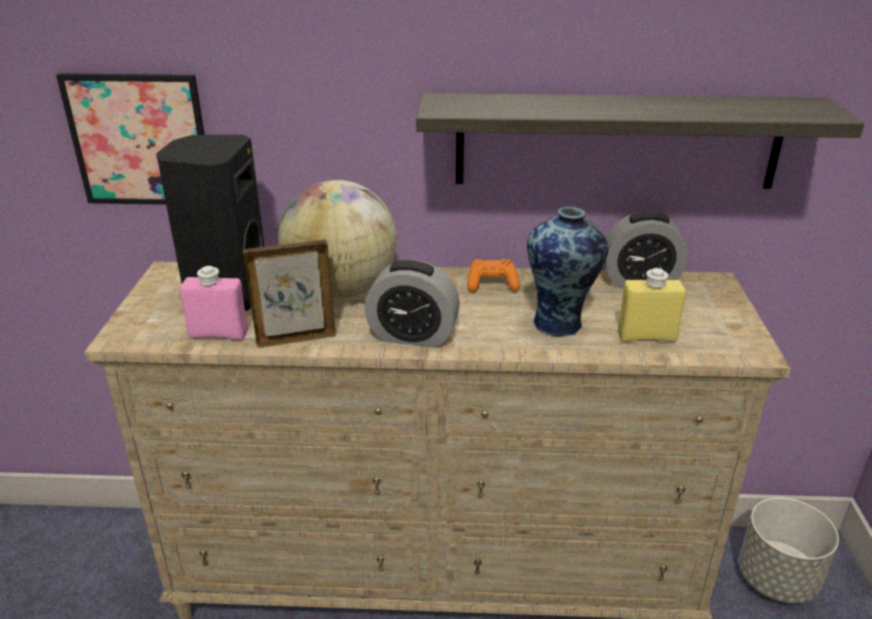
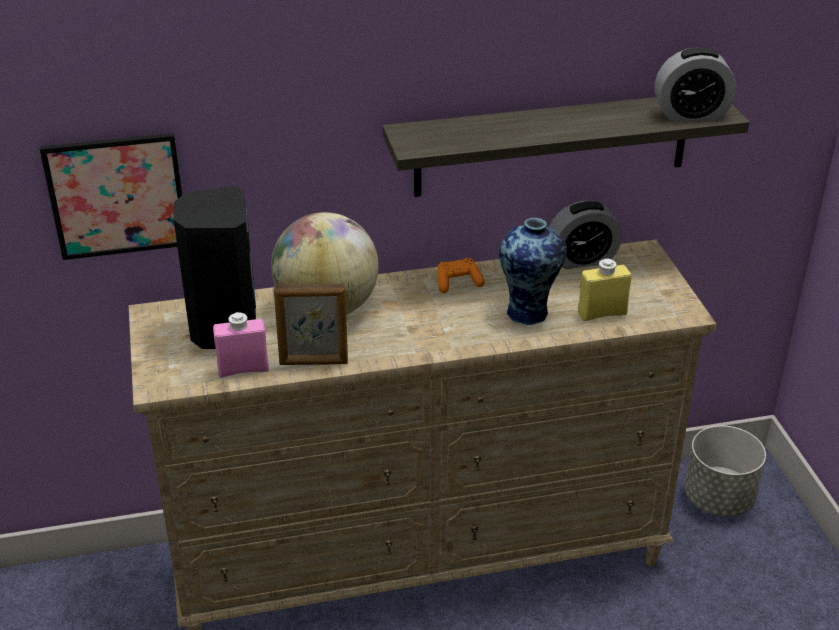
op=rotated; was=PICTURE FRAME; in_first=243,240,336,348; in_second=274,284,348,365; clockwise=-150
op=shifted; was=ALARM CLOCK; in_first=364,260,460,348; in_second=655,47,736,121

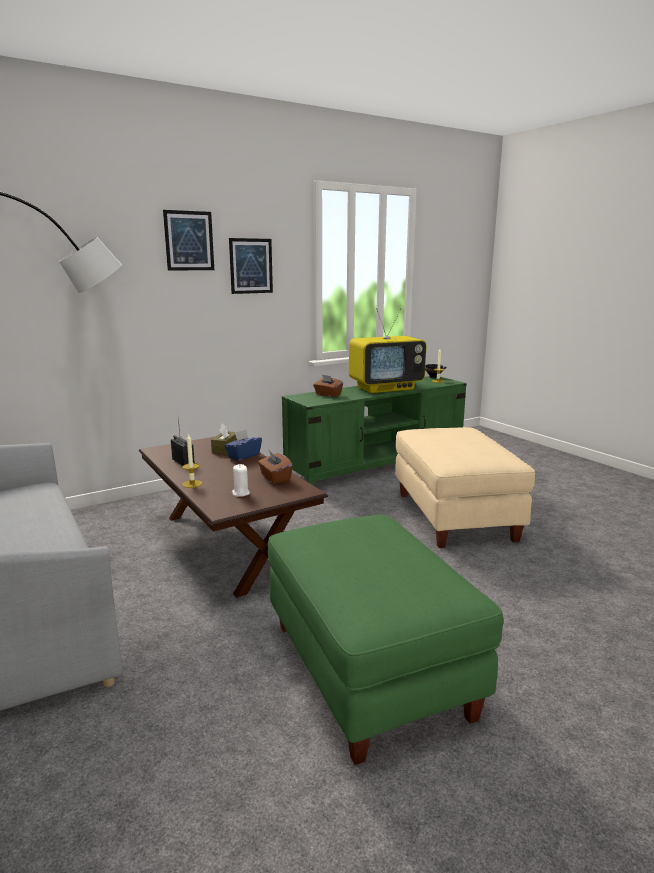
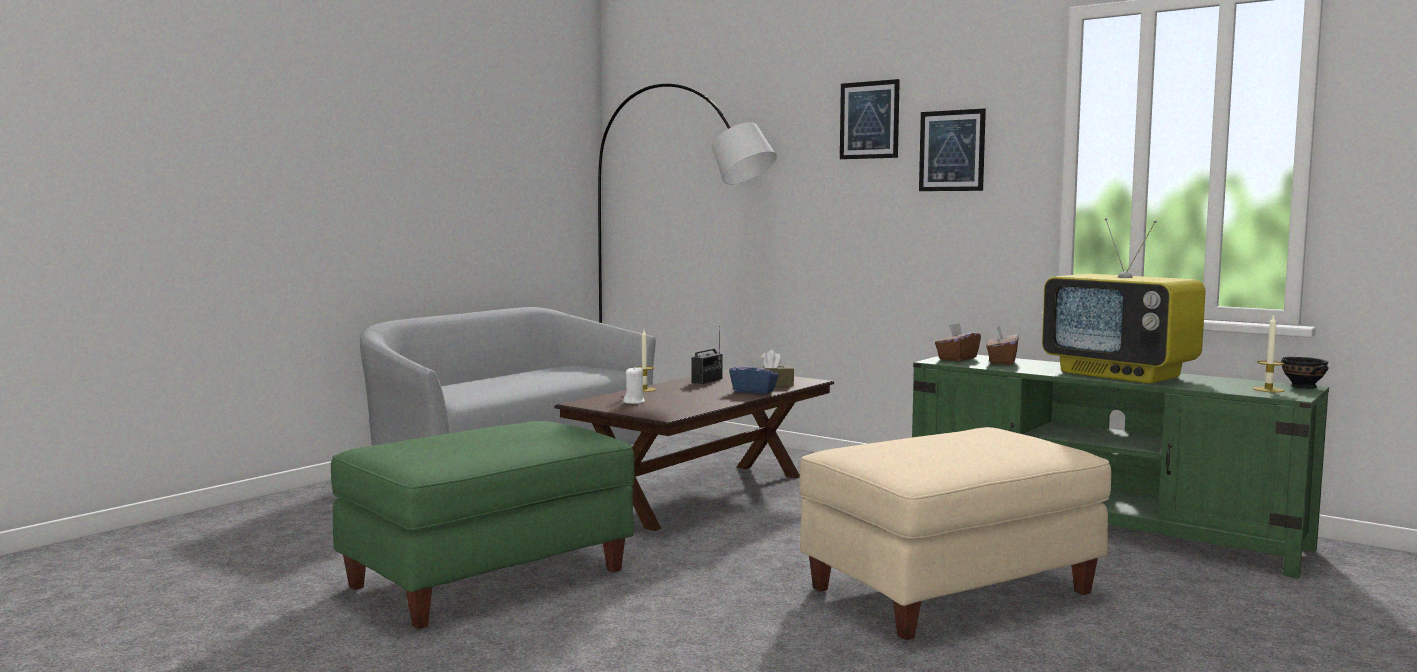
op=shifted; was=BROWN TISSUE BOX; in_first=258,449,293,484; in_second=935,323,981,361

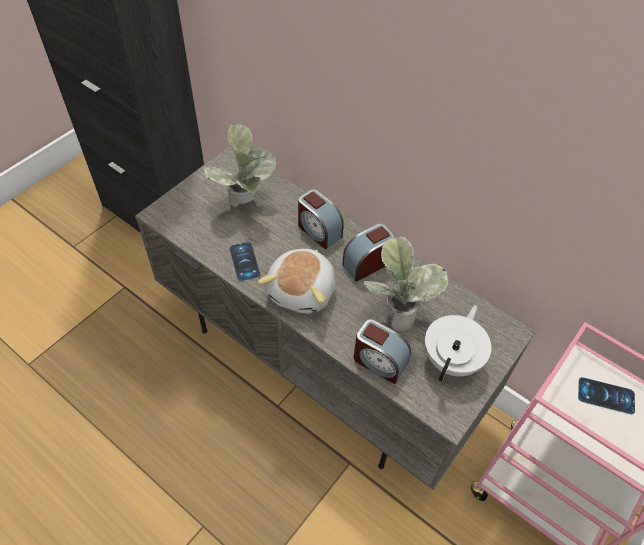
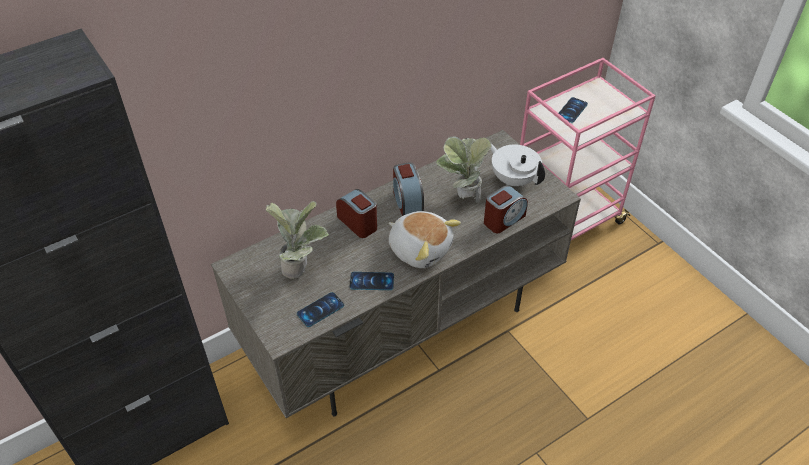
op=new; now=PHONE; in_second=297,292,344,327
op=rotated; was=ALARM CLOCK; in_first=298,189,344,249; in_second=336,189,377,238; clockwise=-105

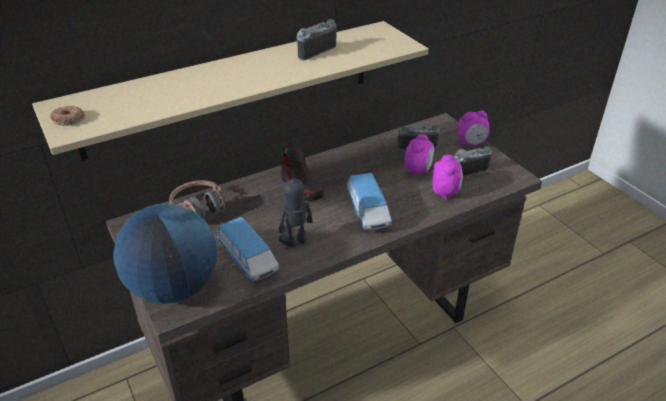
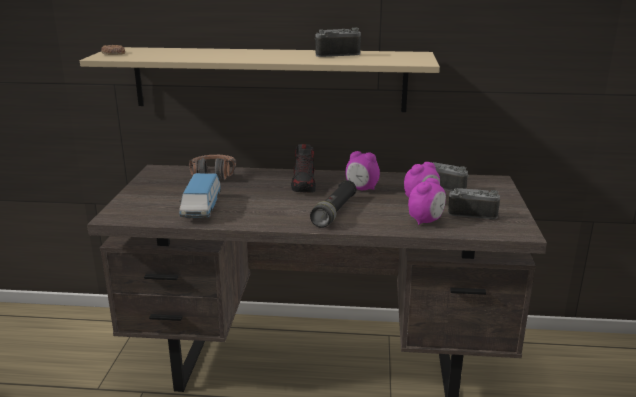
op=swapped; was=TOY CAR; now=BLACK FLASHLIGHT; in_first=346,173,392,231; in_second=310,180,357,228
op=shifted; was=ALARM CLOCK; in_first=457,110,490,146; in_second=345,151,380,190
op=gone; was=GLOBE; in_first=113,203,217,304
op=gone; was=TOY ROBOT; in_first=279,171,312,247

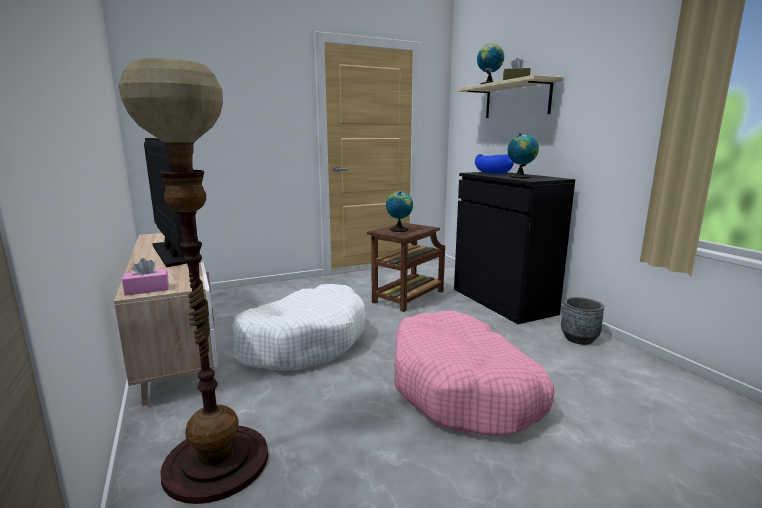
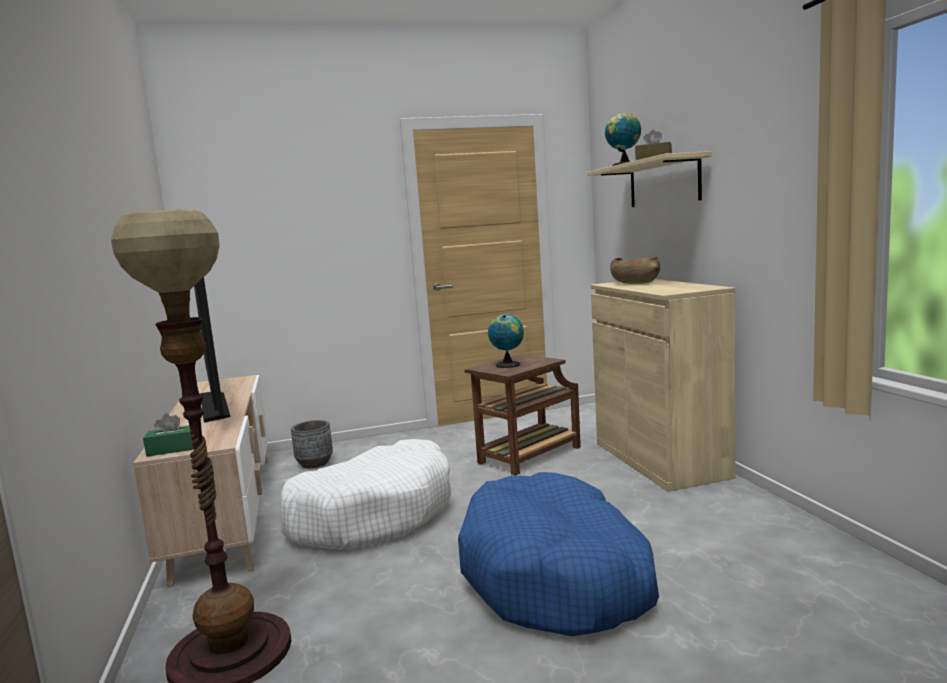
op=repainted; was=PINK TISSUE BOX; now=GREEN TISSUE BOX; in_first=122,258,169,296; in_second=143,413,194,456
op=shifted; was=GREY PLANTER; in_first=561,297,604,345; in_second=291,420,333,468
op=repainted; was=PINK DOG BED; now=BLUE DOG BED; in_first=394,311,554,437; in_second=458,472,659,636
op=repainted; was=BLACK CABINET; now=BEIGE CABINET; in_first=454,172,575,324; in_second=591,279,736,492
op=repainted; was=BLUE BOWL; now=BROWN BOWL; in_first=475,154,514,174; in_second=610,256,660,284
op=gone; was=GLOBE; in_first=508,134,539,178

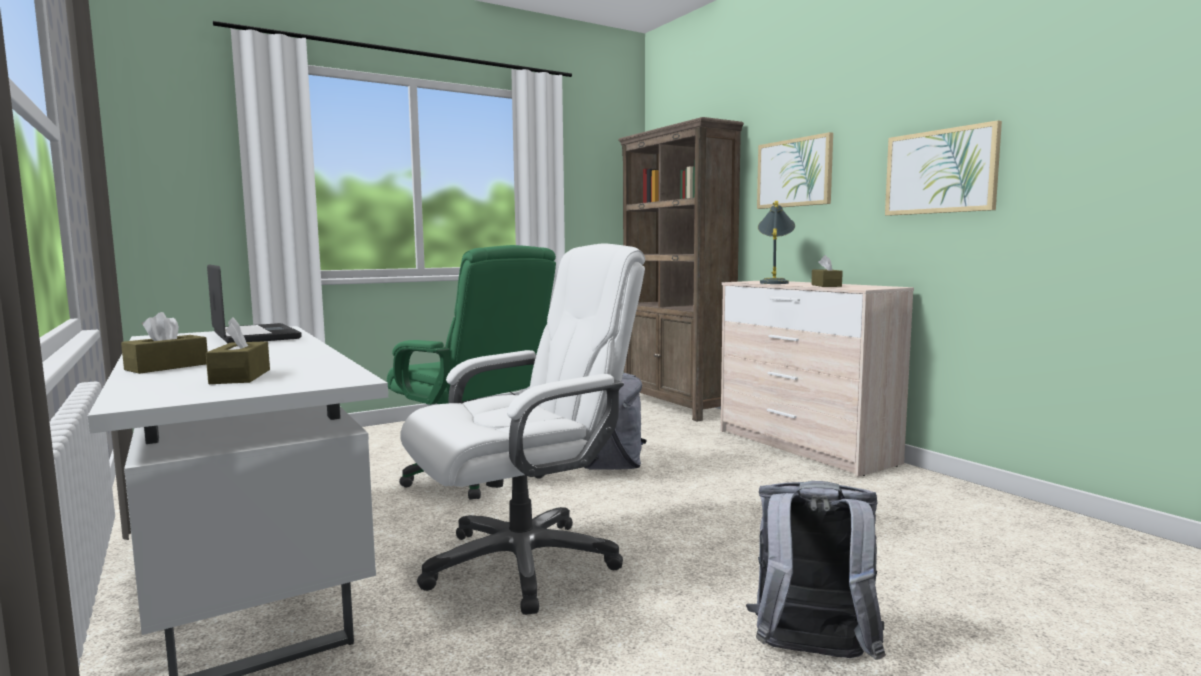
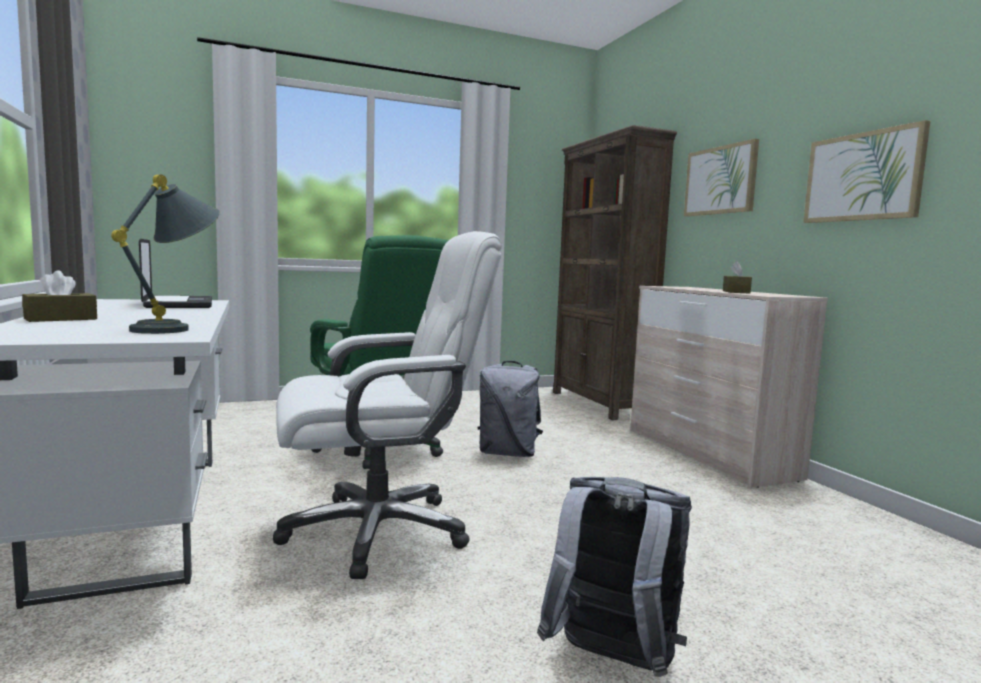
op=shifted; was=GREY TABLE LAMP; in_first=758,201,795,284; in_second=111,175,220,334
op=gone; was=BROWN TISSUE BOX; in_first=206,318,270,384

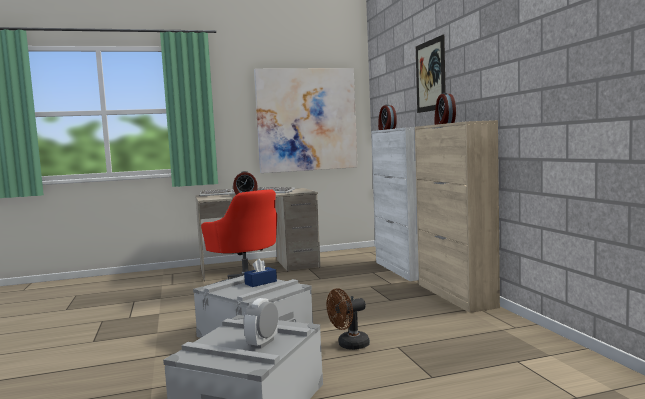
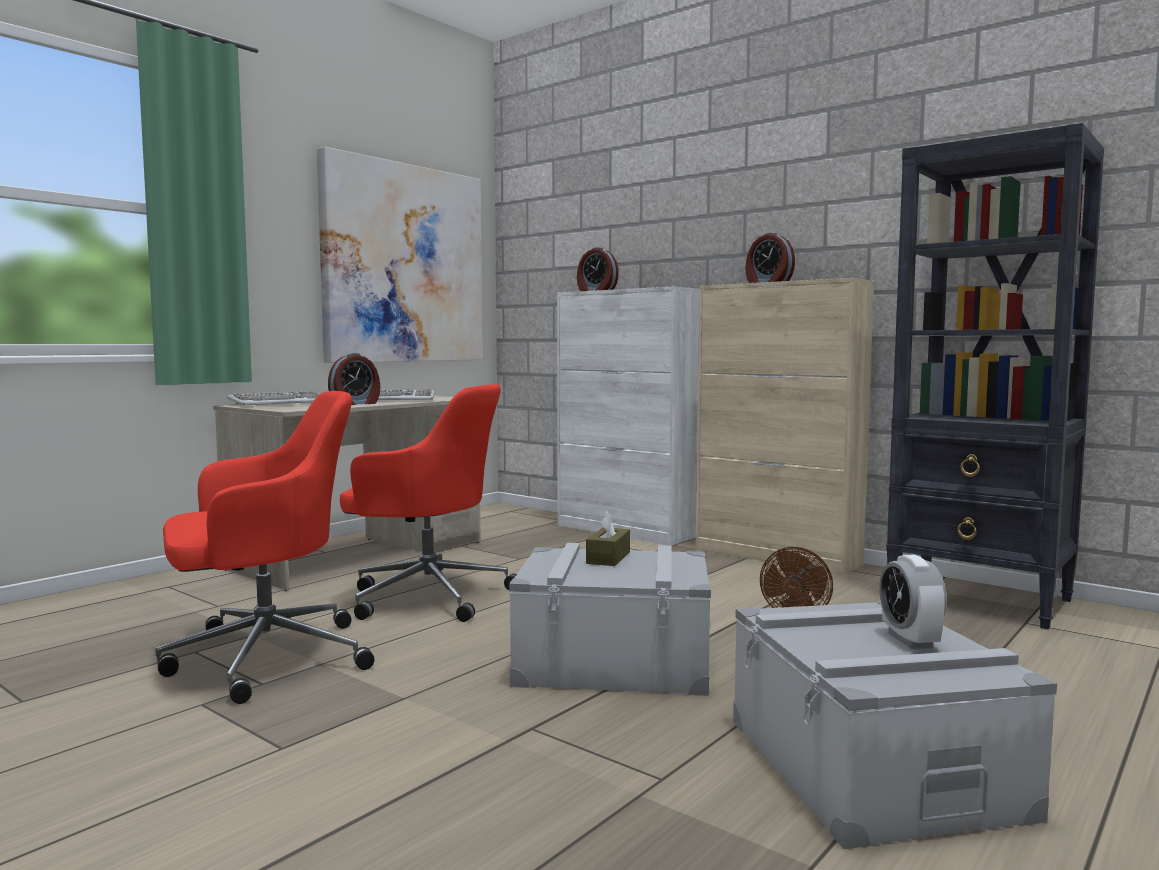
op=new; now=RED OFFICE CHAIR; in_second=156,391,374,704
op=repainted; was=BLUE TISSUE BOX; now=BROWN TISSUE BOX; in_first=244,259,277,287; in_second=586,510,630,566
op=new; now=BLACK BOOKCASE; in_second=886,123,1104,630
op=gone; was=PICTURE; in_first=416,35,446,113

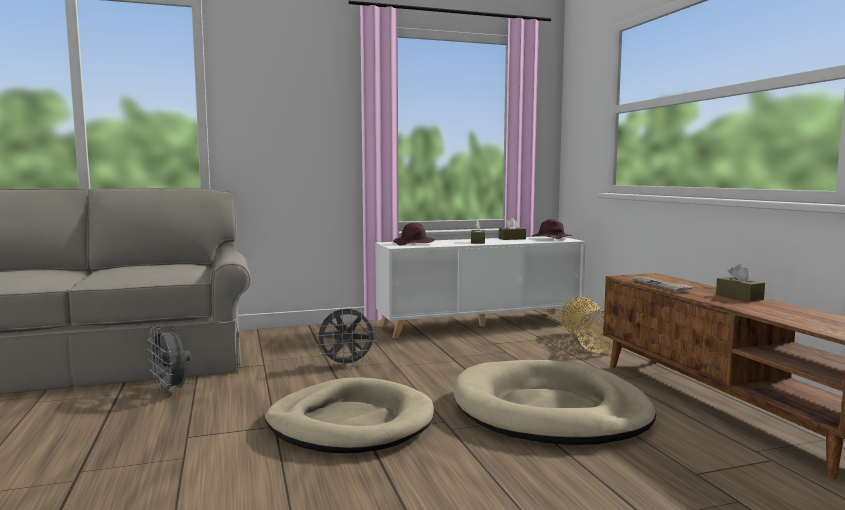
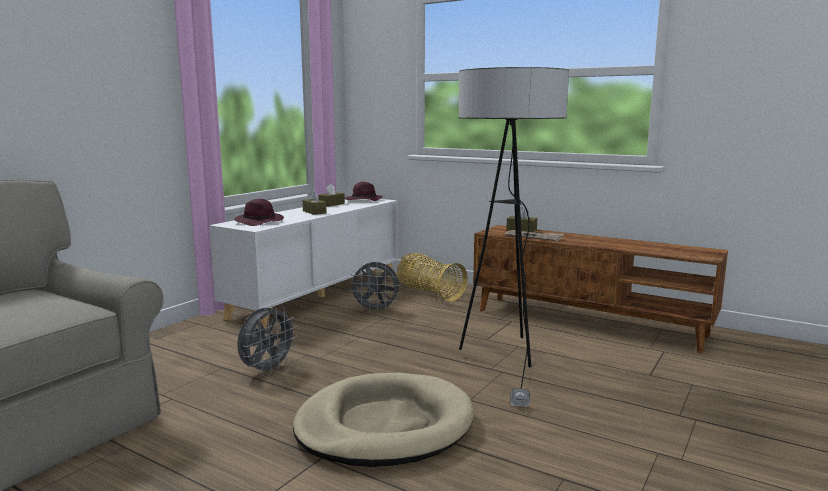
op=shifted; was=GREY FAN; in_first=147,326,191,396; in_second=348,261,399,313
op=swapped; was=BEIGE DOG BED; now=FLOOR LAMP; in_first=454,360,656,445; in_second=459,67,569,407
op=shifted; was=BROWN TISSUE BOX; in_first=716,264,765,302; in_second=506,207,537,232

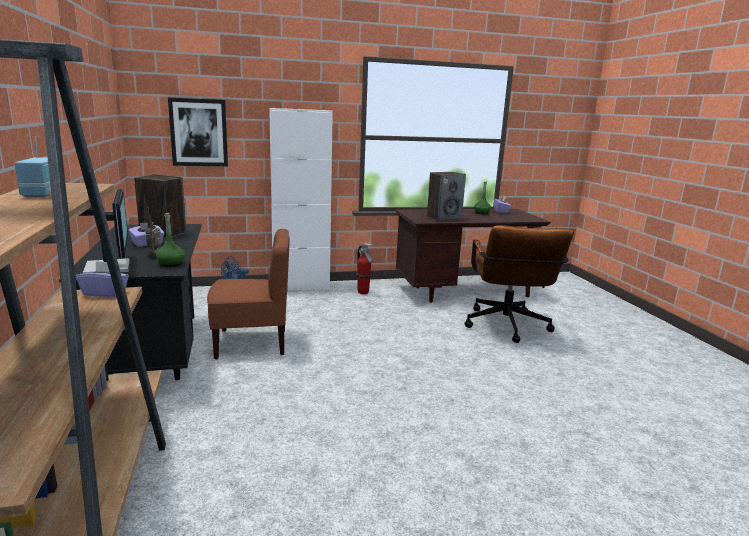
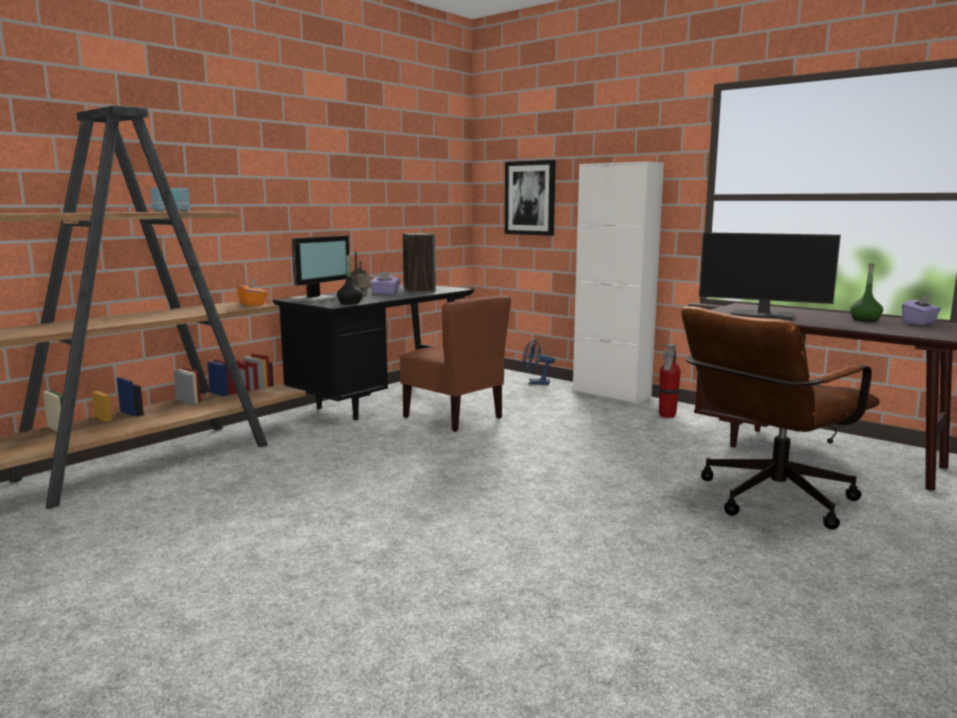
op=repainted; was=PURPLE TISSUE BOX; now=ORANGE TISSUE BOX; in_first=76,261,129,297; in_second=237,279,266,306
op=repainted; was=GREEN BOTTLE; now=BLACK BOTTLE; in_first=156,213,185,267; in_second=337,255,362,305
op=swapped; was=SPEAKER; now=MONITOR; in_first=427,172,466,221; in_second=699,232,841,320

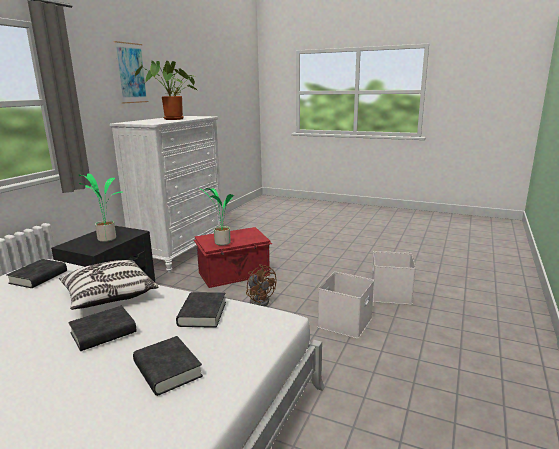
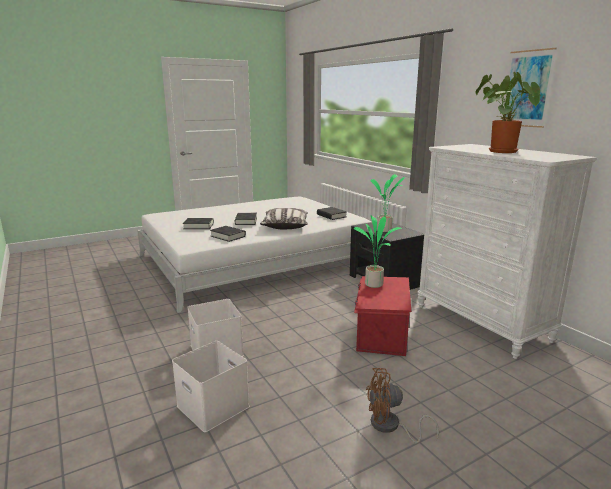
op=shifted; was=BROWN FAN; in_first=246,264,276,307; in_second=366,368,439,443

